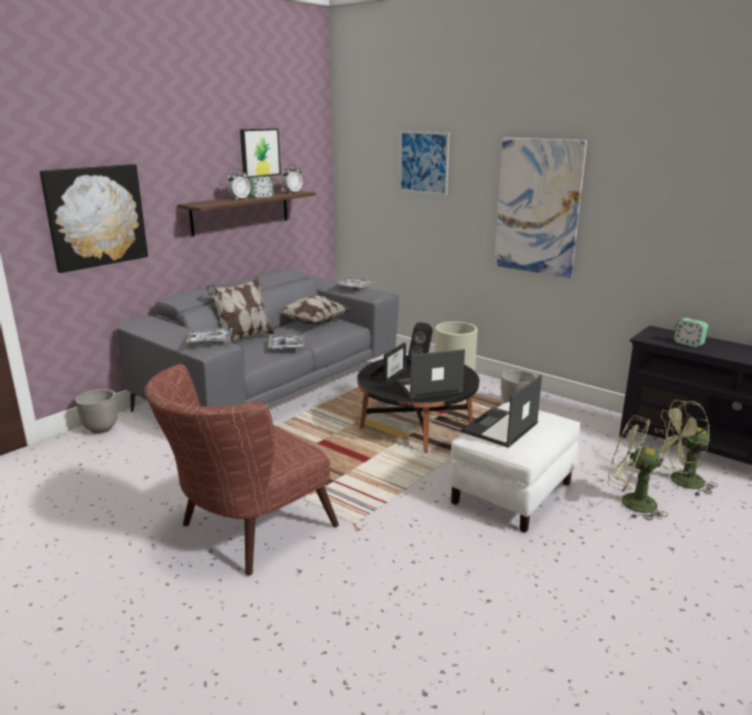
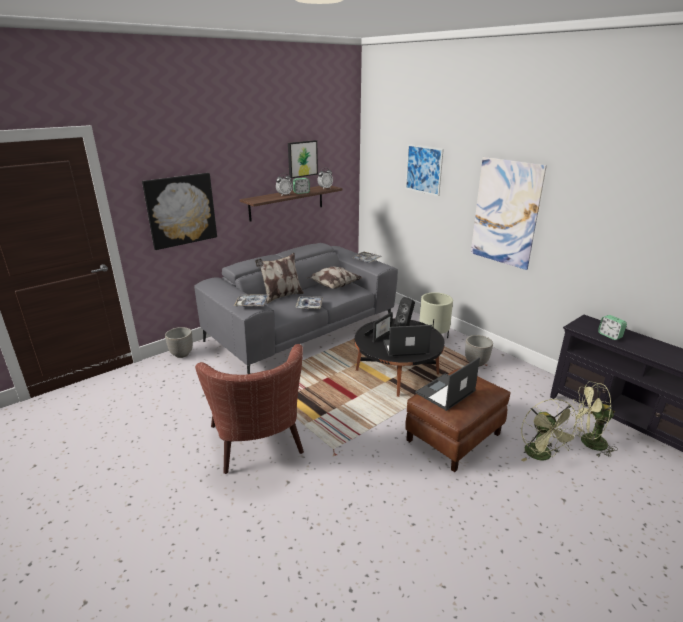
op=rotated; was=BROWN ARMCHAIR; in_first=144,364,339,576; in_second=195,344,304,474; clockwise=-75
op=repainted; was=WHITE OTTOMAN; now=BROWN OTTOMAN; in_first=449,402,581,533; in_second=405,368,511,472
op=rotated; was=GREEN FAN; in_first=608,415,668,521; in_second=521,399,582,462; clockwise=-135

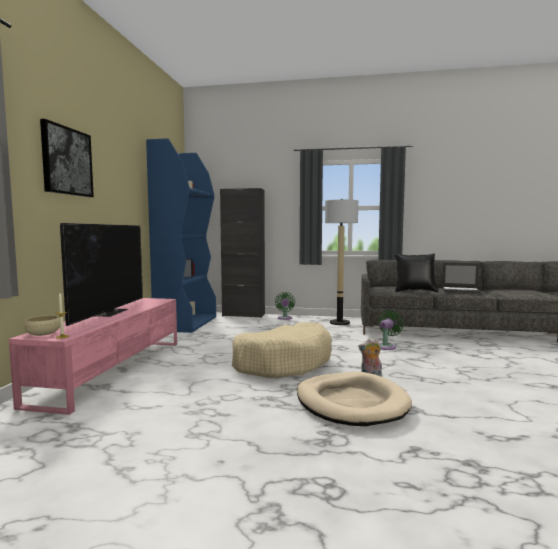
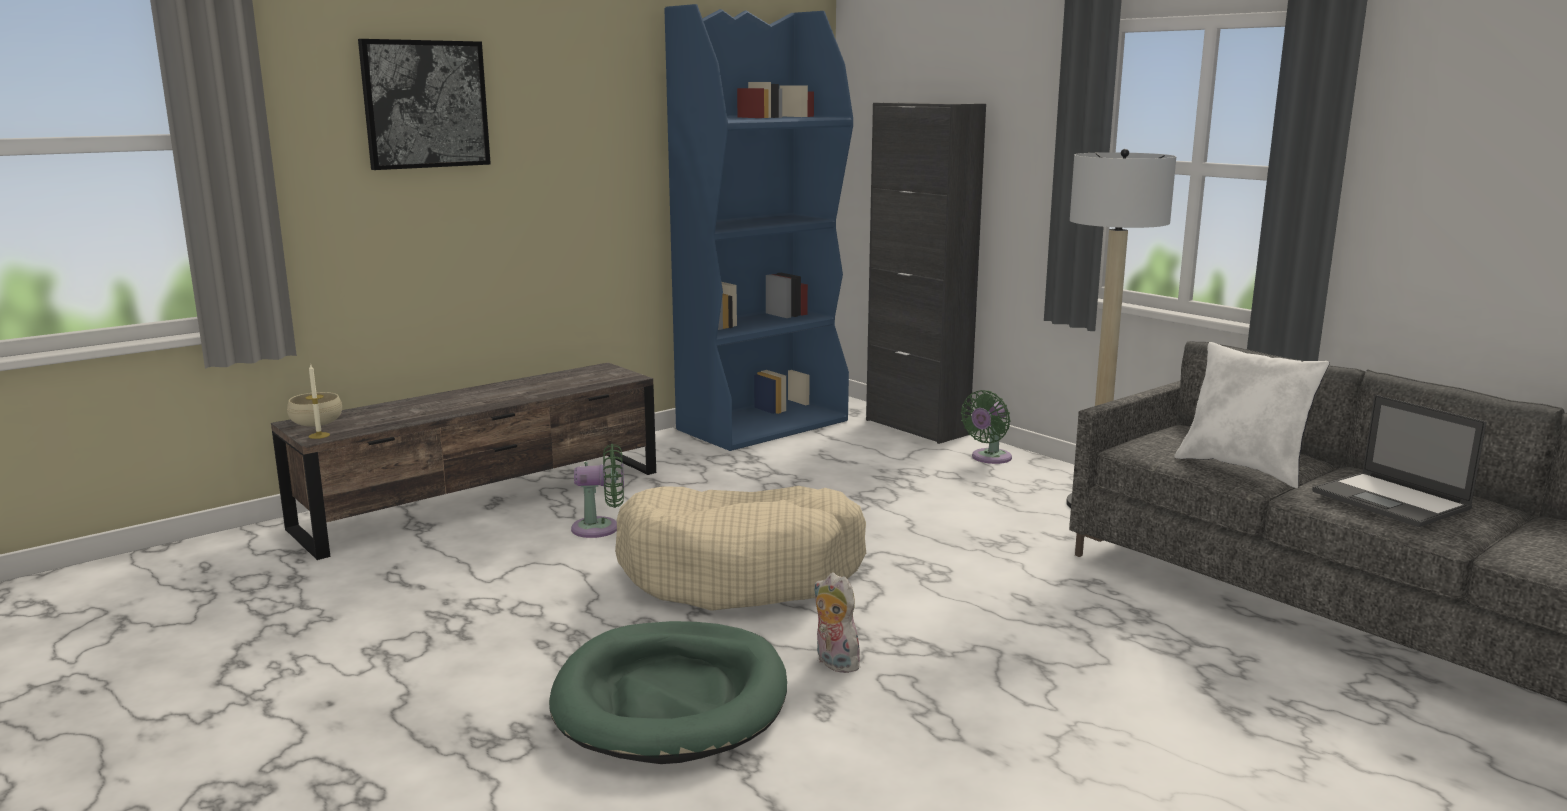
op=repainted; was=PINK TV STAND; now=BROWN TV STAND; in_first=9,298,177,415; in_second=271,363,656,560
op=repainted; was=BEIGE DOG BED; now=GREEN DOG BED; in_first=297,372,412,426; in_second=549,621,787,764
op=shifted; was=GREEN FAN; in_first=378,310,403,350; in_second=571,444,624,538
op=repainted; was=BLACK PILLOW; now=WHITE PILLOW; in_first=395,254,438,292; in_second=1175,342,1330,488
op=gone; was=TELEVISION; in_first=60,223,143,326

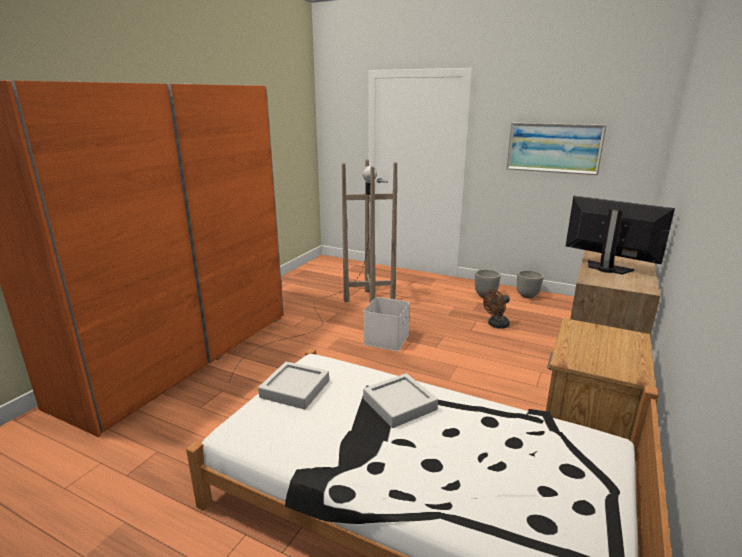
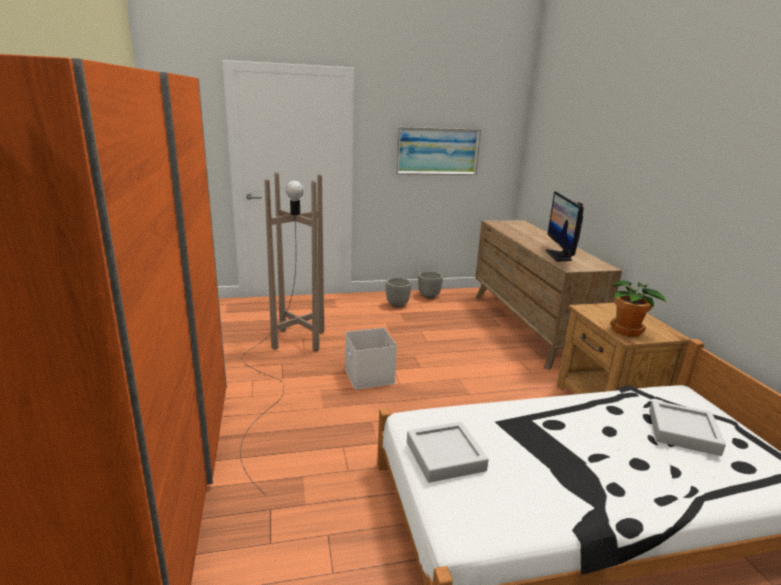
op=rotated; was=MONITOR; in_first=566,196,675,275; in_second=545,191,584,262; clockwise=-90
op=new; now=POTTED PLANT; in_second=610,281,666,337
op=shifted; was=GREY TRAY; in_first=363,373,438,428; in_second=649,400,726,456
op=gone; was=BROWN FAN; in_first=483,289,510,329

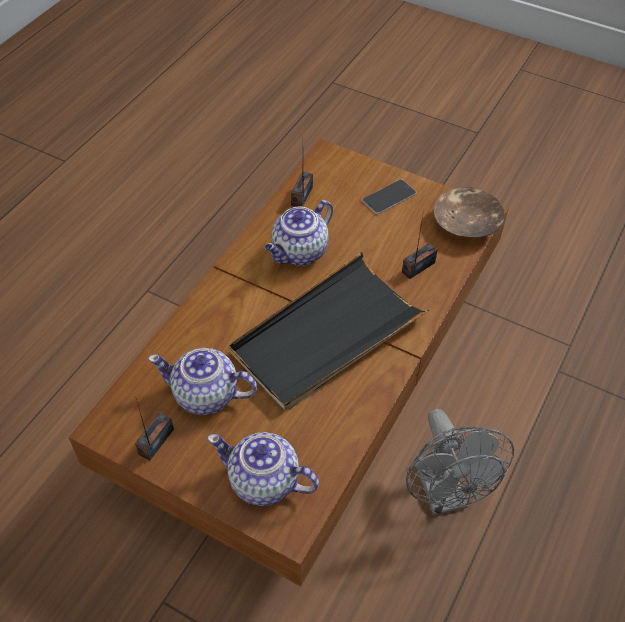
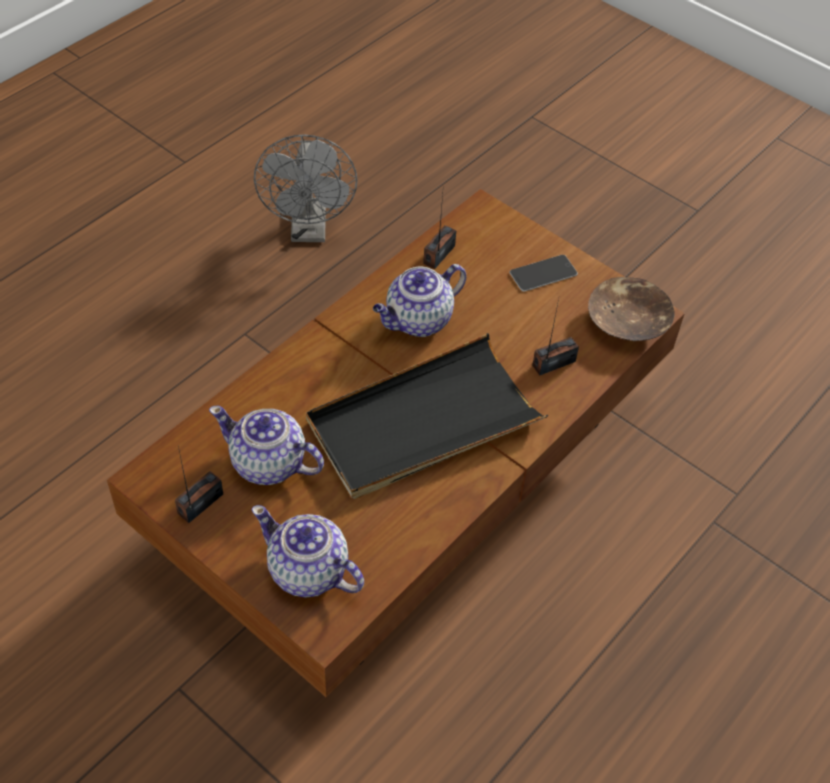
op=shifted; was=GREY FAN; in_first=406,409,514,515; in_second=254,134,358,242

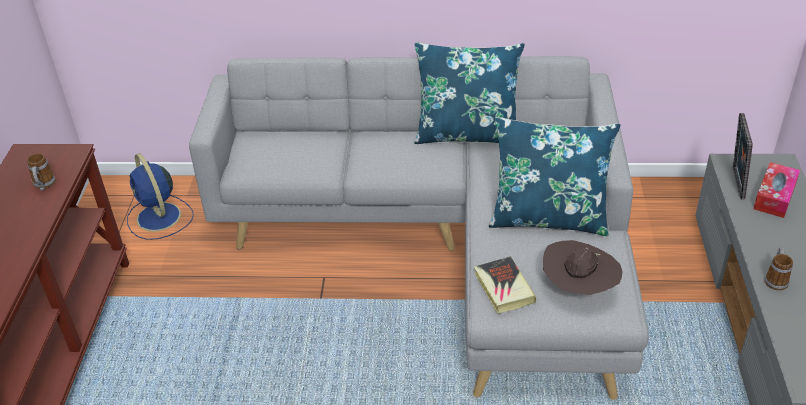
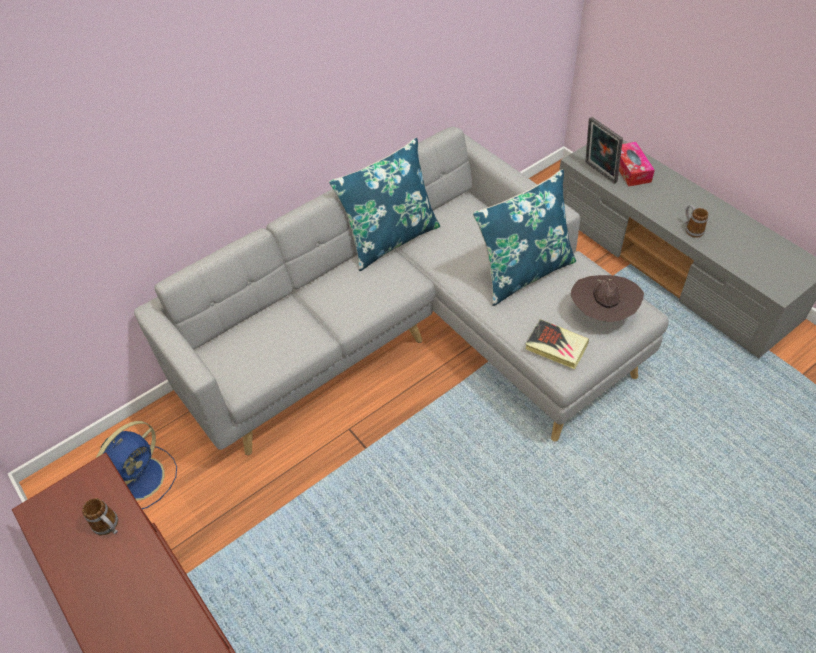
op=rotated; was=BLUE FAN; in_first=127,153,194,240; in_second=96,421,177,509; clockwise=-75

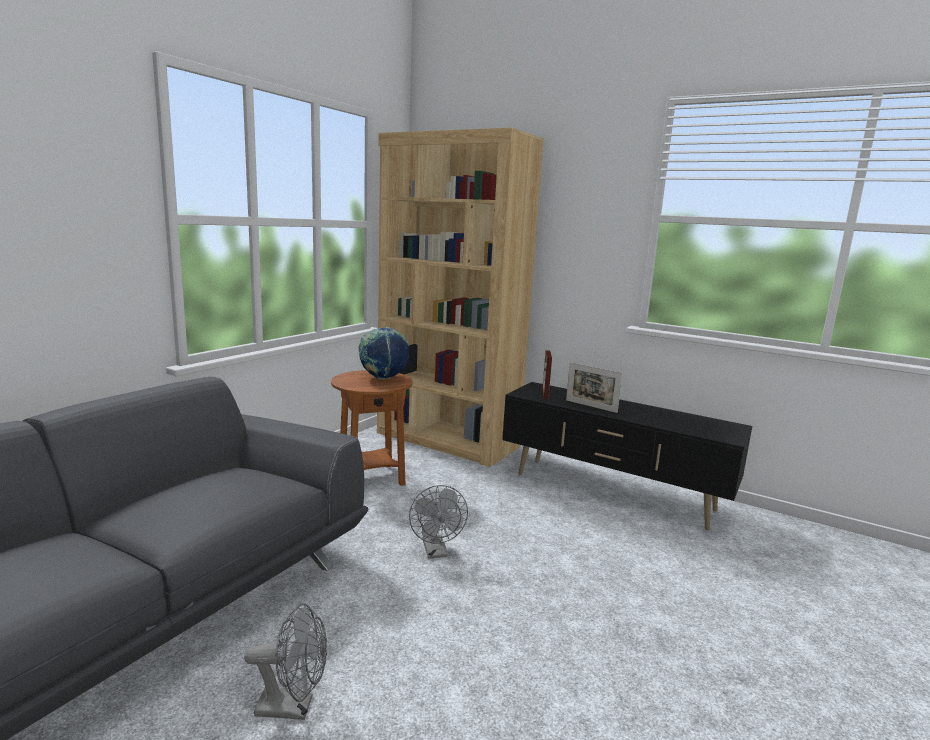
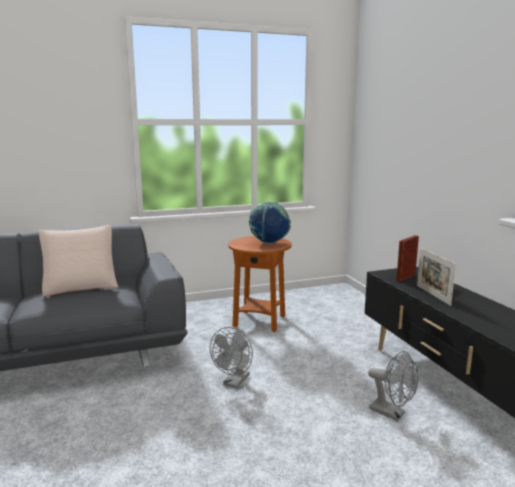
op=new; now=BEIGE PILLOW; in_second=38,225,118,297
op=shifted; was=GREY FAN; in_first=244,603,327,720; in_second=368,351,418,421
op=gone; was=BROWN BOOKCASE; in_first=377,127,544,467

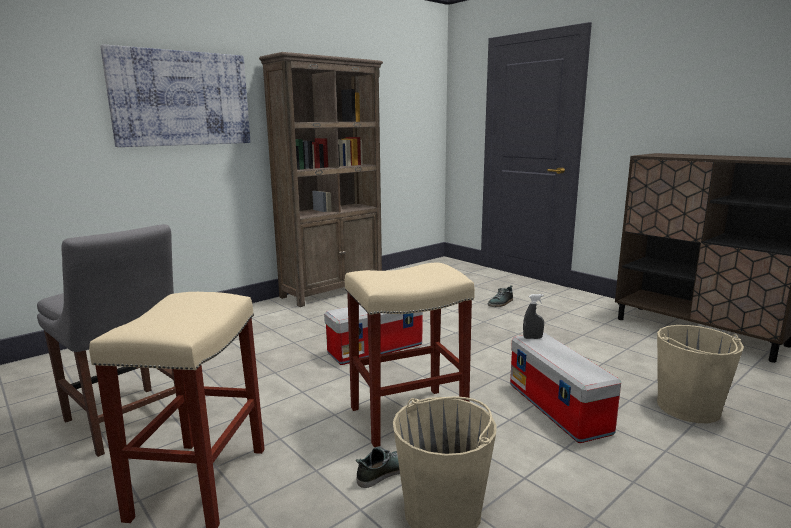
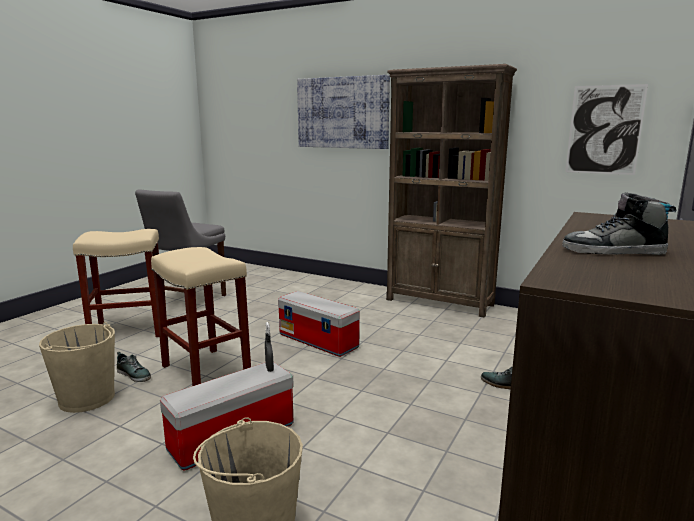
op=new; now=SHOE; in_second=562,192,676,255
op=new; now=PICTURE; in_second=565,84,648,175

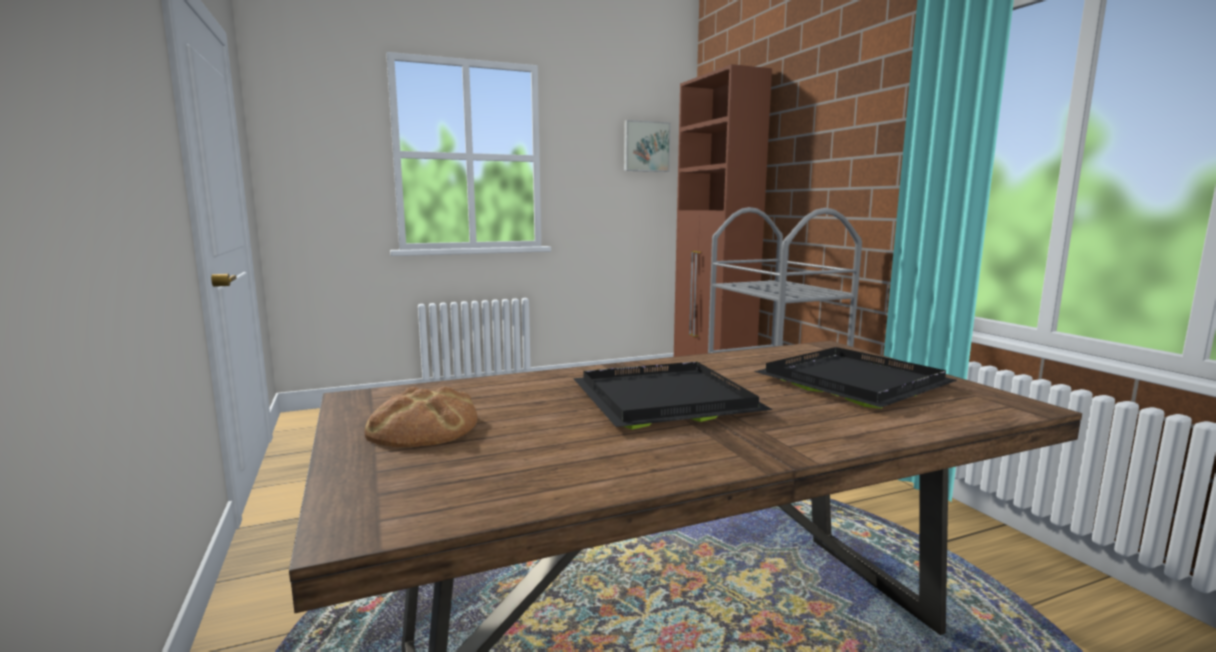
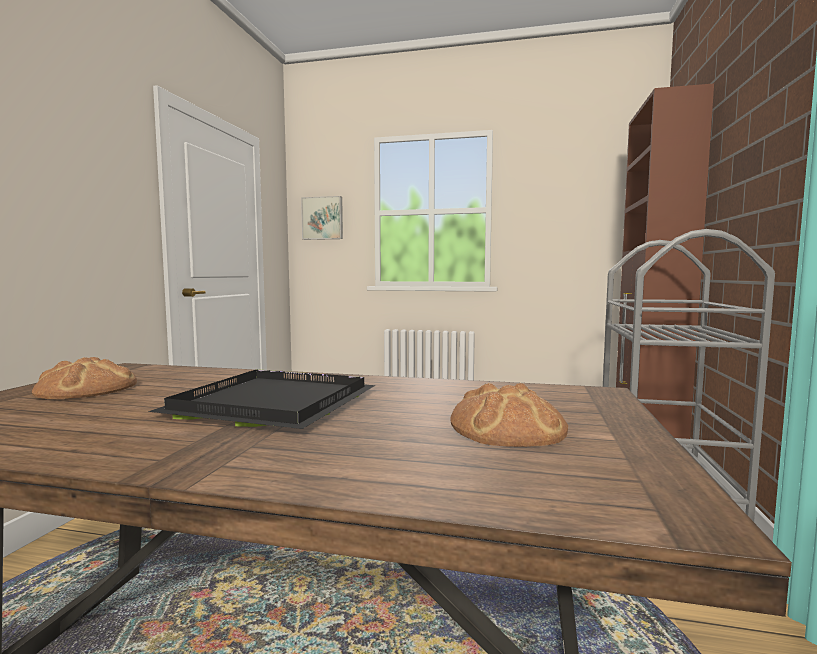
op=shifted; was=PICTURE; in_first=624,120,671,172; in_second=301,196,343,240
op=swapped; was=BLACK TRAY; now=BREAD; in_first=754,347,958,409; in_second=450,383,568,447

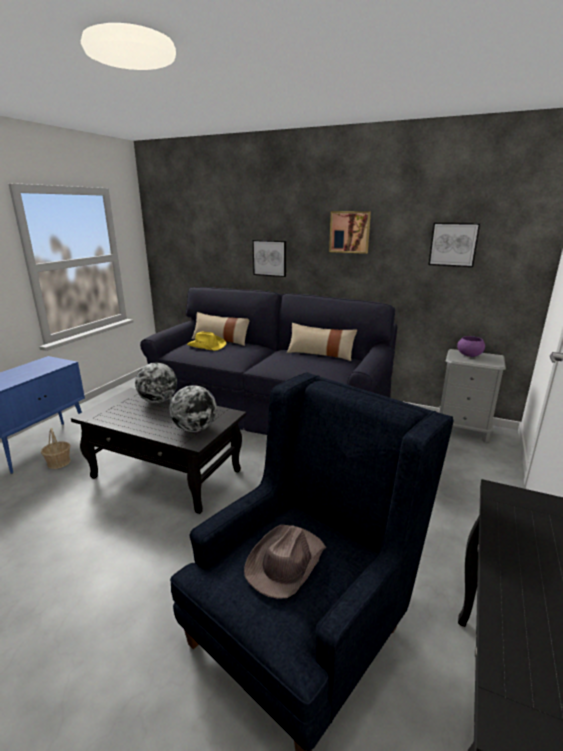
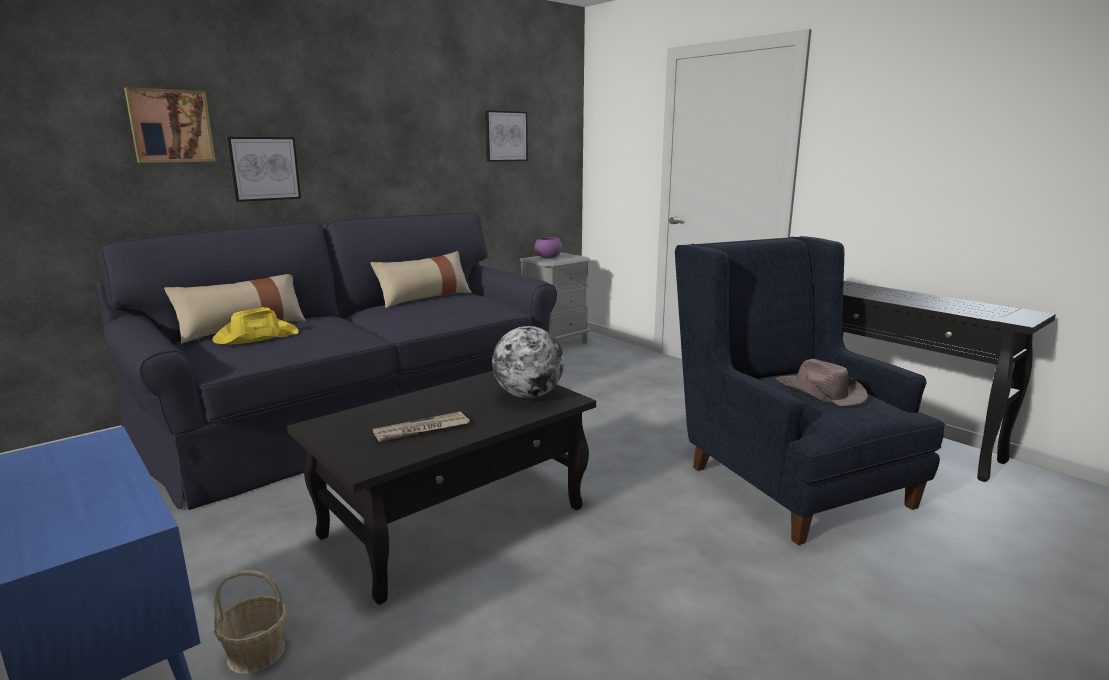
op=shifted; was=PICTURE; in_first=329,211,371,254; in_second=124,87,216,163
op=new; now=NEWSPAPER; in_second=373,411,470,442
op=gone; was=GLOBE; in_first=135,363,177,403

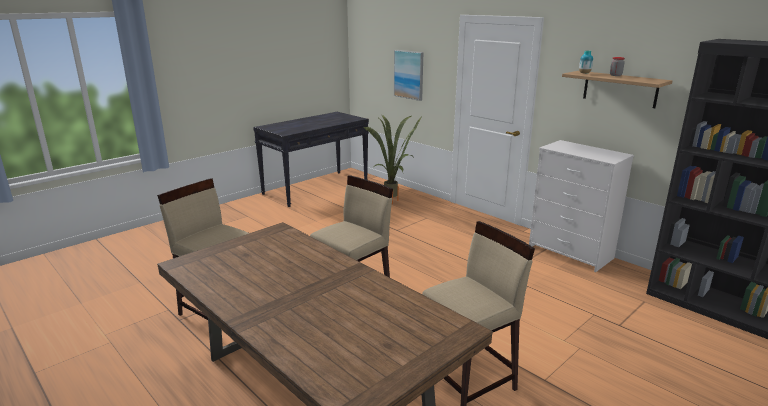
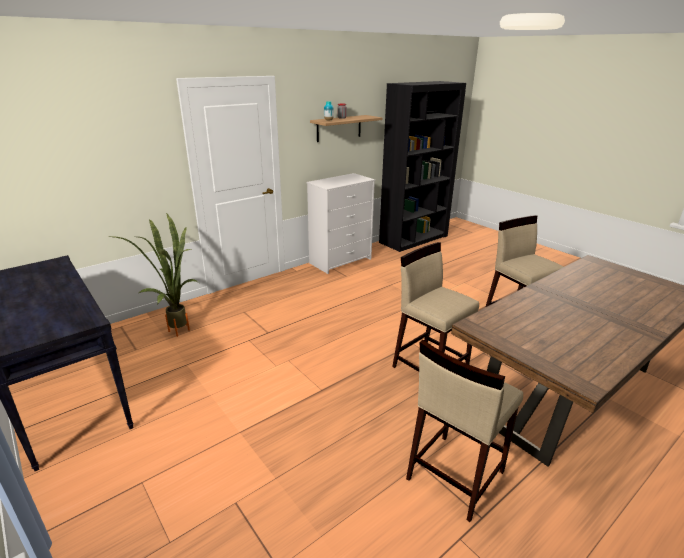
op=gone; was=PICTURE; in_first=394,50,423,101

